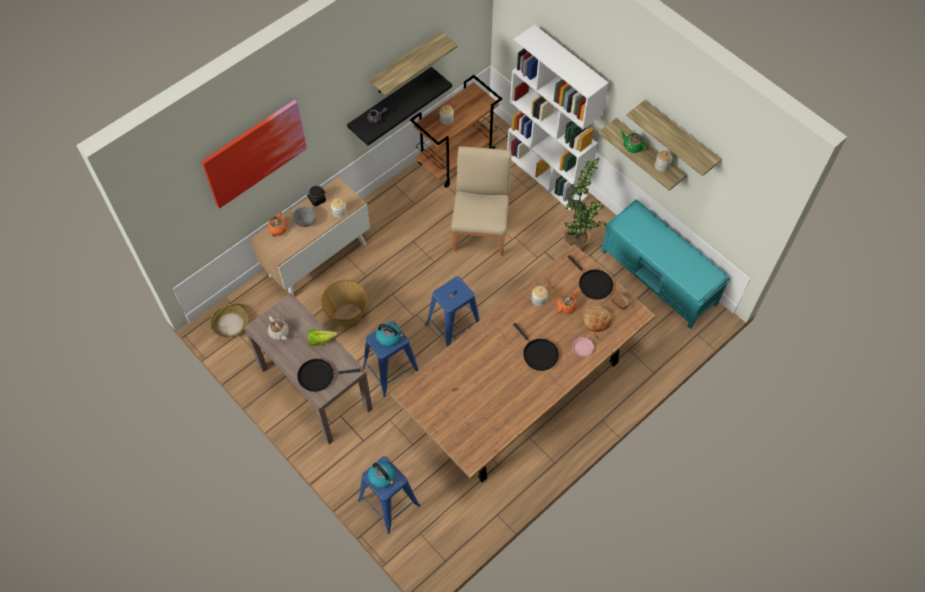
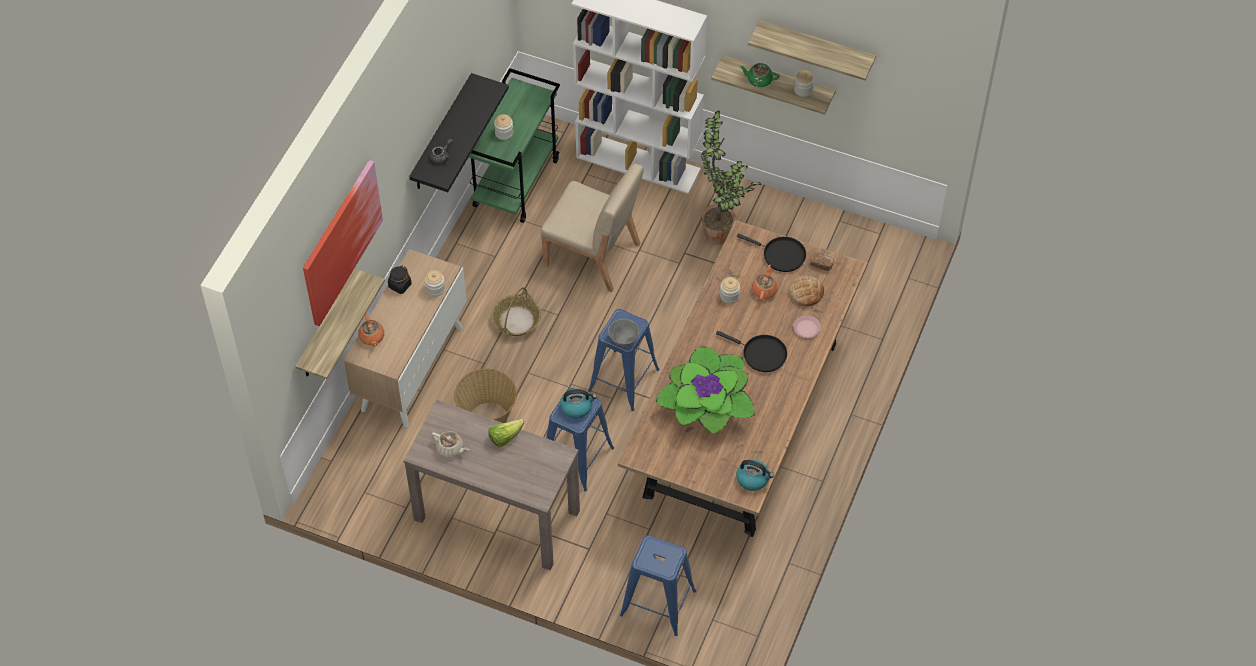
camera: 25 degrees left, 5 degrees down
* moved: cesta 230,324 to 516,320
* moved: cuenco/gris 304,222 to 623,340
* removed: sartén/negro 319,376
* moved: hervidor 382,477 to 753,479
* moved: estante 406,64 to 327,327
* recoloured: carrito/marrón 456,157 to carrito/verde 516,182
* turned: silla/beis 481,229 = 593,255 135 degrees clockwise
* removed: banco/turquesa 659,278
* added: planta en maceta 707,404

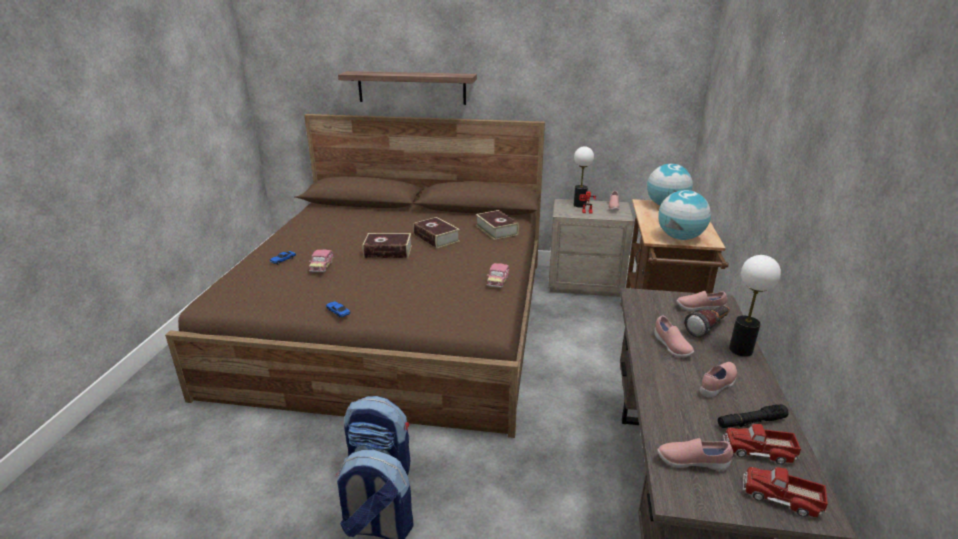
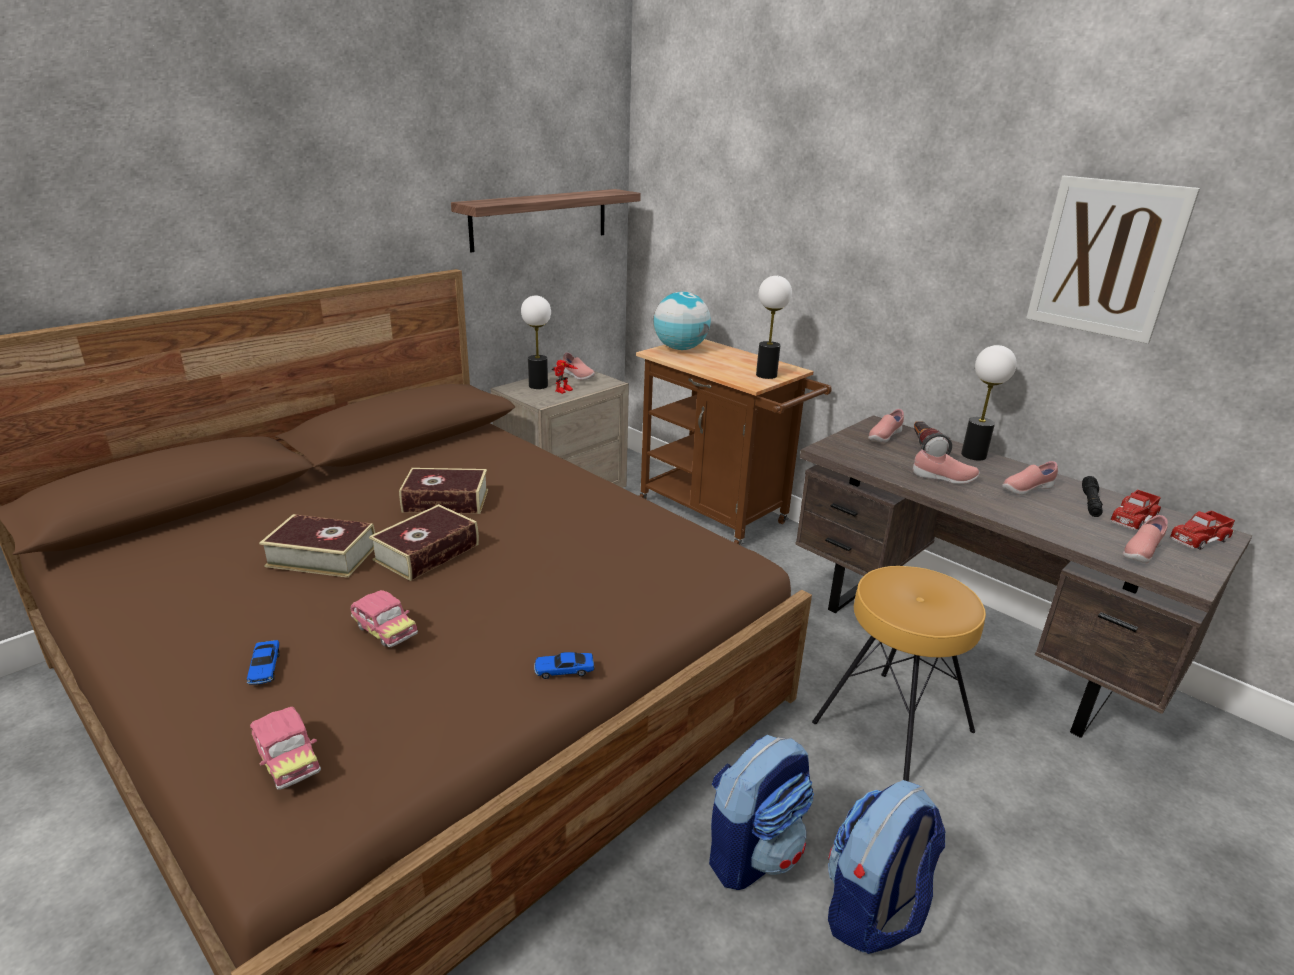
camera: 55 degrees left, 0 degrees up
* moved: estante 411,87 to 540,219
* moved: libro 496,230 to 322,556
* moved: coche de juguete 498,281 to 287,758
* replaced: globo terráqueo 680,237 to lámpara de mesa 766,375
* turned: zapato/rosa 718,385 = 1026,489 105 degrees counterclockwise
* added: taburete/marrón 892,726
* added: cuadro 1106,258

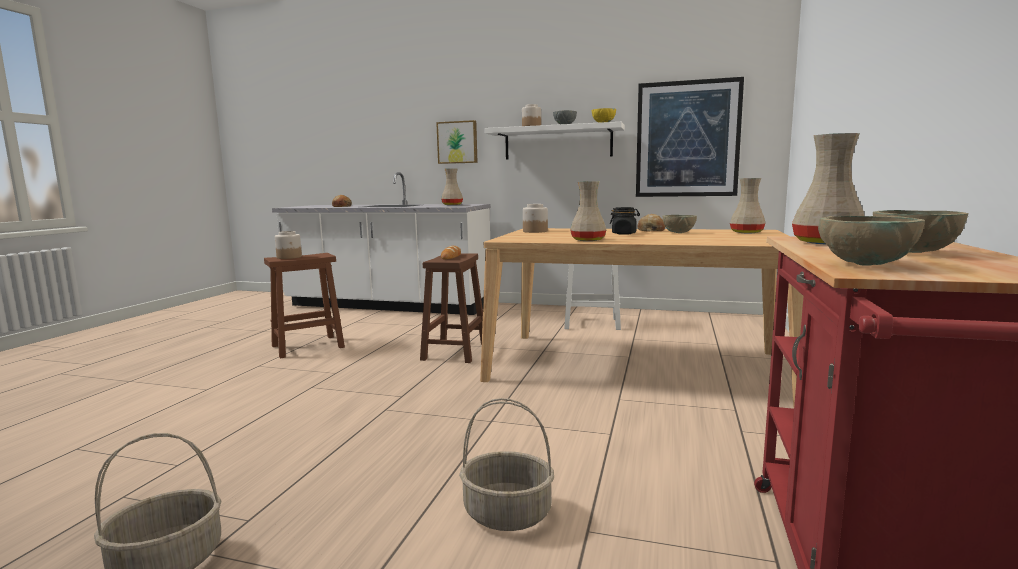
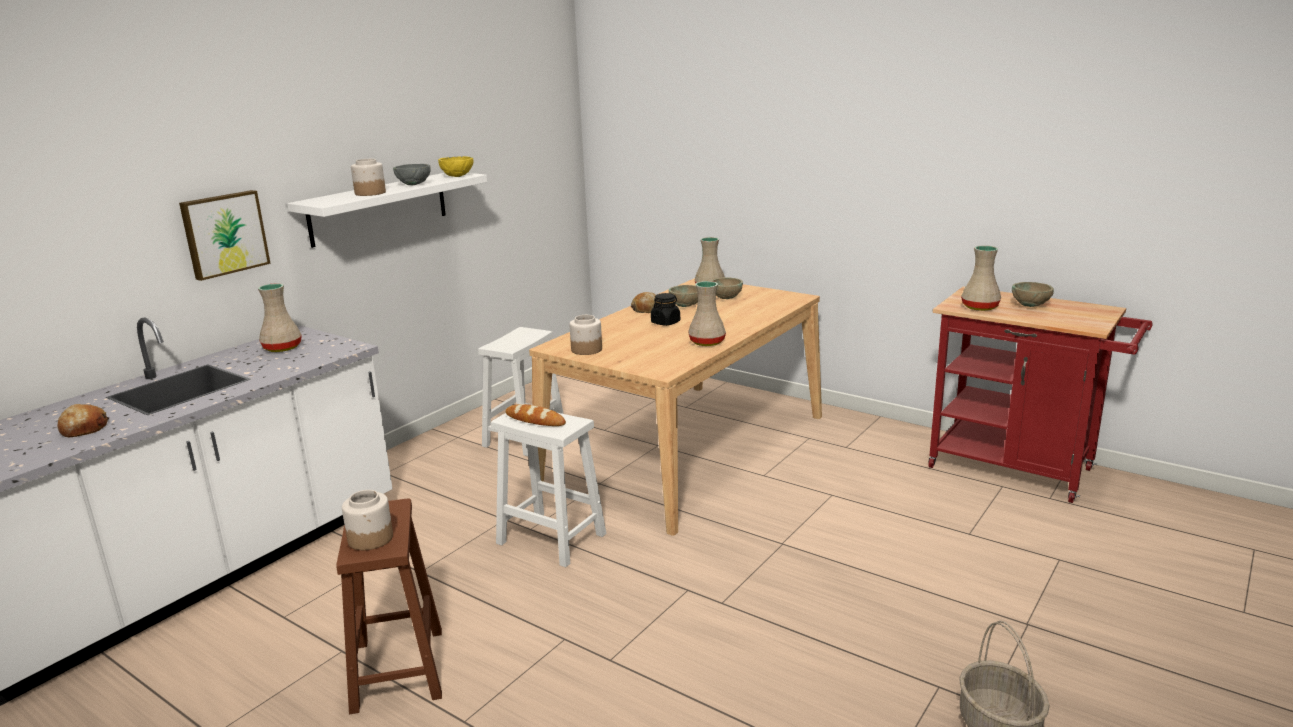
camera: 70 degrees left, 10 degrees up
* recoloured: taburete/marrón 455,351 to taburete/blanco 549,538
* removed: cesta 508,513
* removed: cuadro 687,139
* moved: cuenco/beis 864,264 to 726,298

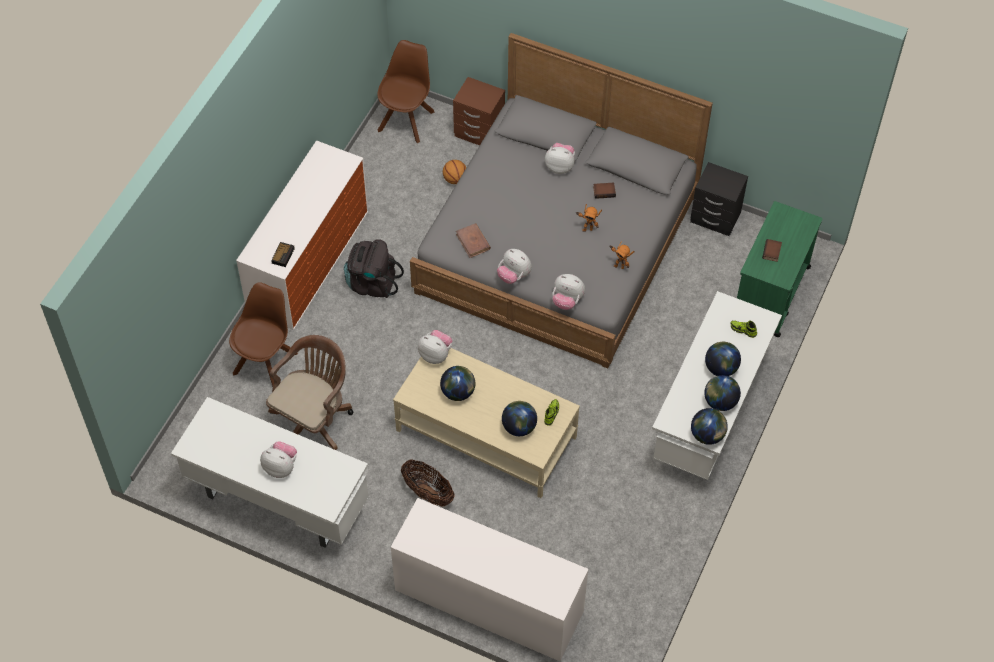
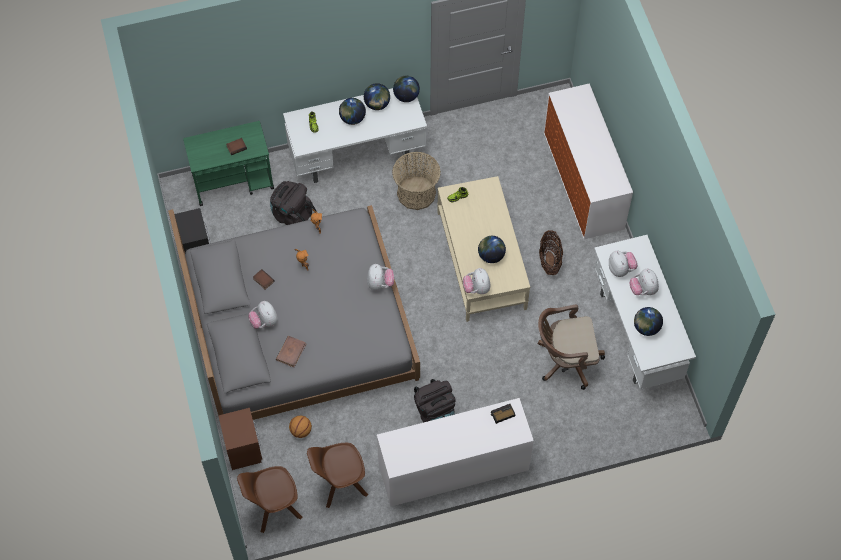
camera: 130 degrees left, 5 degrees up
* moved: silla/marrón 266,362 to 339,483
* moved: libro/marrón 473,242 to 291,352
* moved: globo terráqueo 519,427 to 646,327
* moved: peluche 567,300 to 621,269
* added: mochila/negro 292,215
* added: cesta 416,193

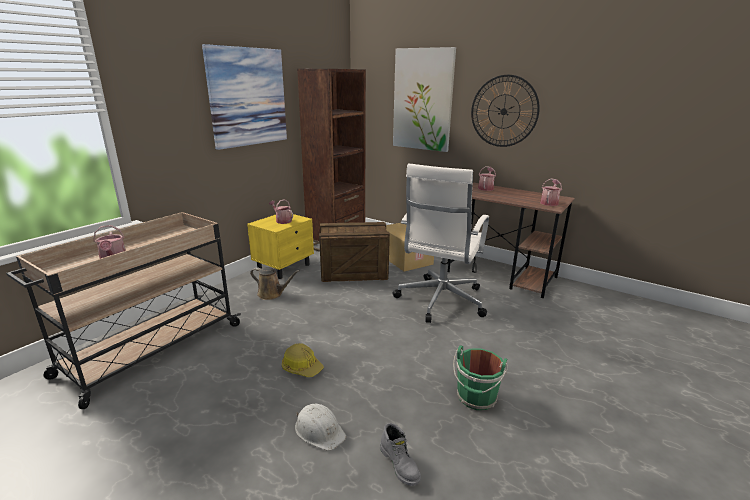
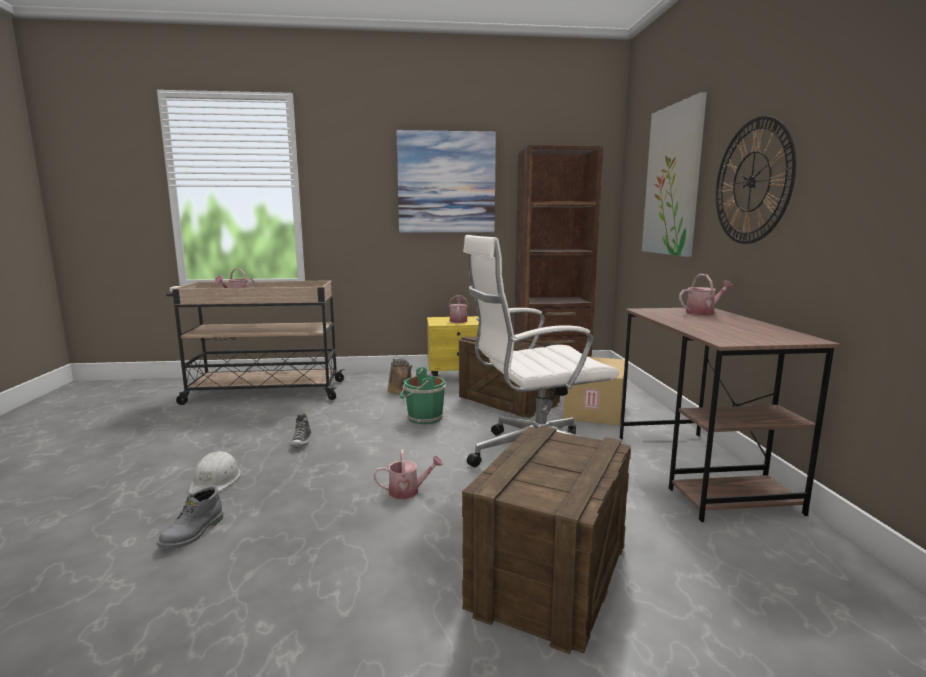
camera: 50 degrees right, 10 degrees down
* replaced: casco 302,367 to zapato 301,442
* moved: cubo/verde 476,398 to 423,418
* moved: regadera 549,202 to 408,491
* added: caja de embalaje 550,576

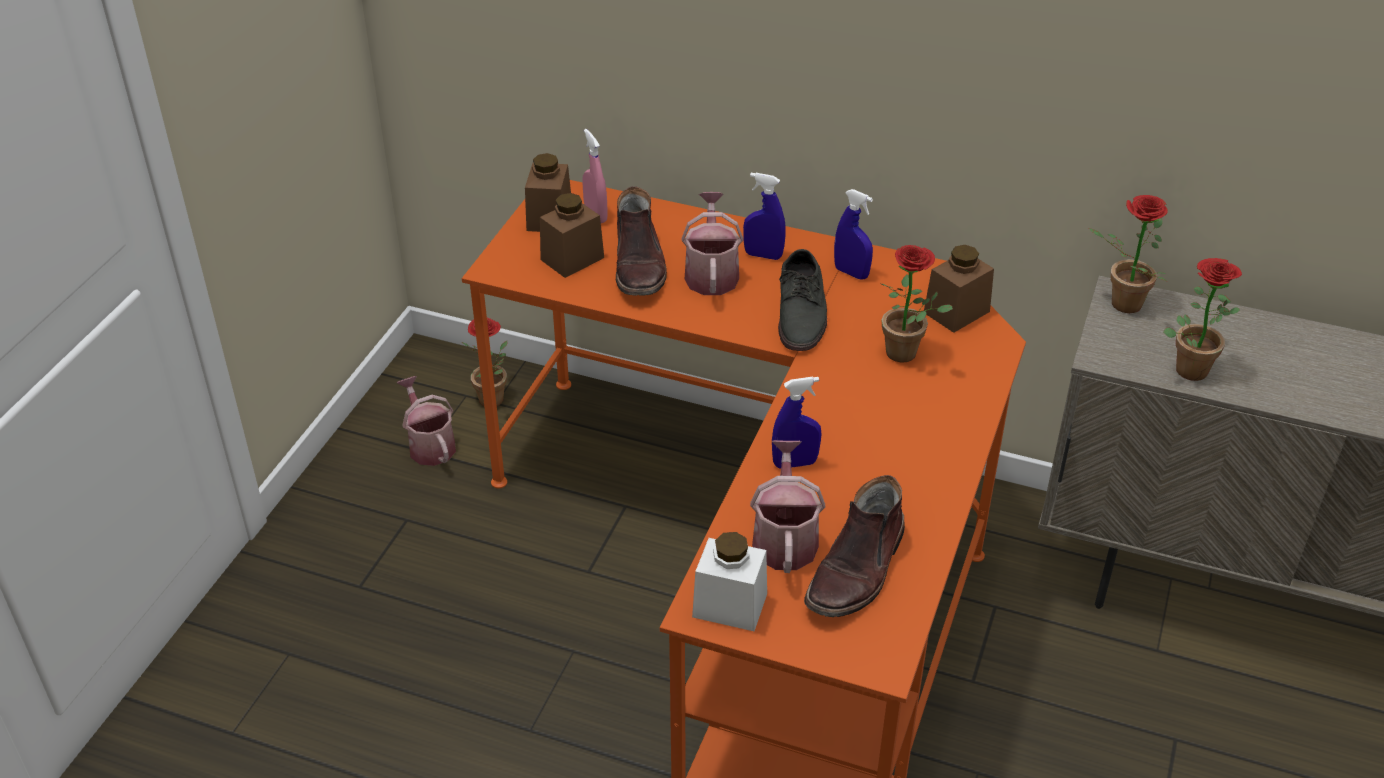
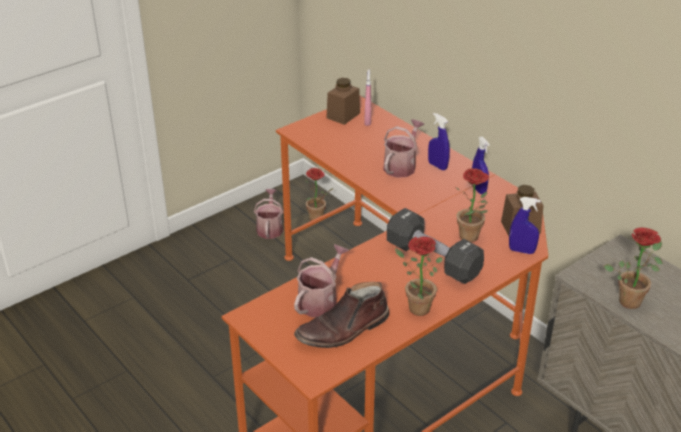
camera: 30 degrees right, 5 degrees down
* removed: tarro/marrón 572,258
* removed: bota/marrón 639,265
* removed: tarro/blanco 730,605
* moved: pulverizador/azul 795,463 to 521,251
* removed: zapato/gris 802,313
* moved: planta en maceta 1119,304 to 414,307
* added: mancuerna/negro 433,260

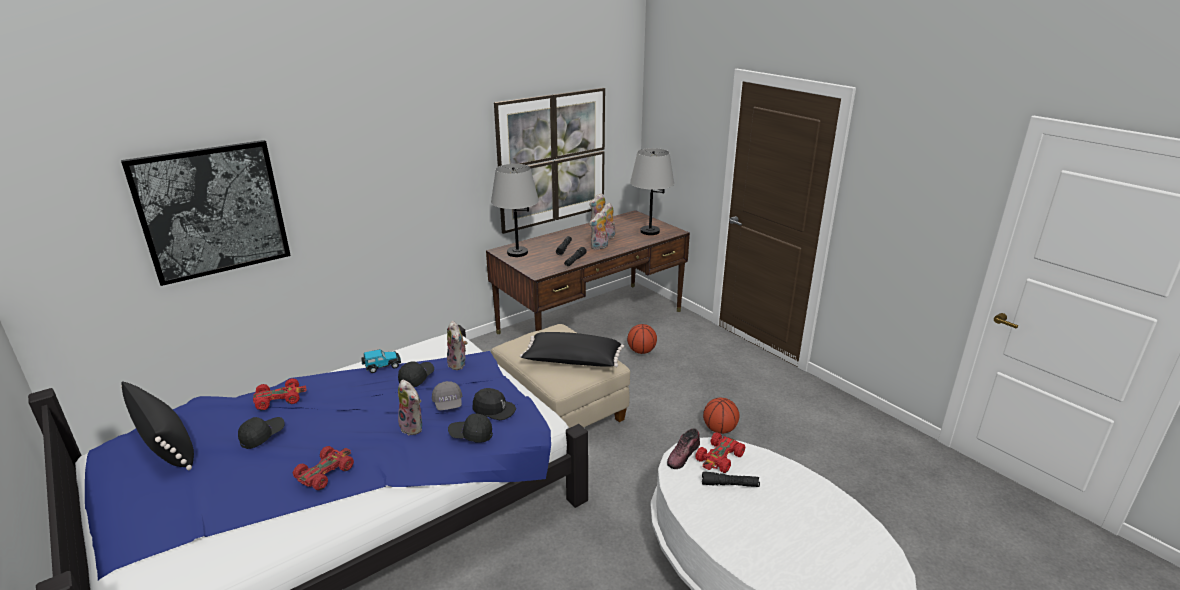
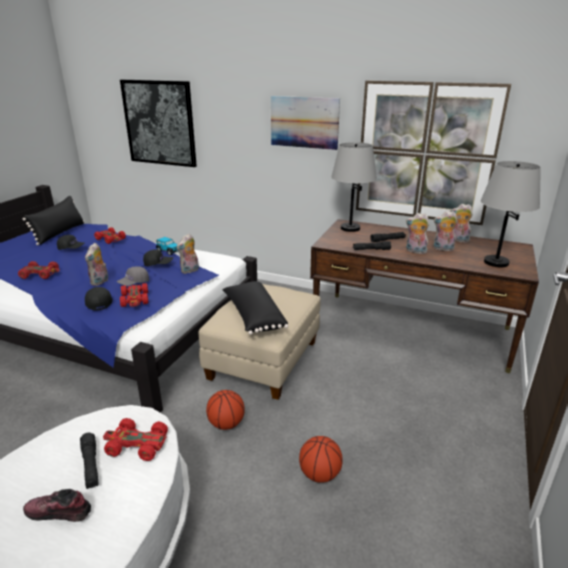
camera: 60 degrees right, 0 degrees up
* replaced: gorra/negro 494,409 to coche de juguete/rojo 135,299
* moved: balón de baloncesto 641,351 to 226,424
* moved: zapato 683,455 to 59,512
* added: cuadro 304,122

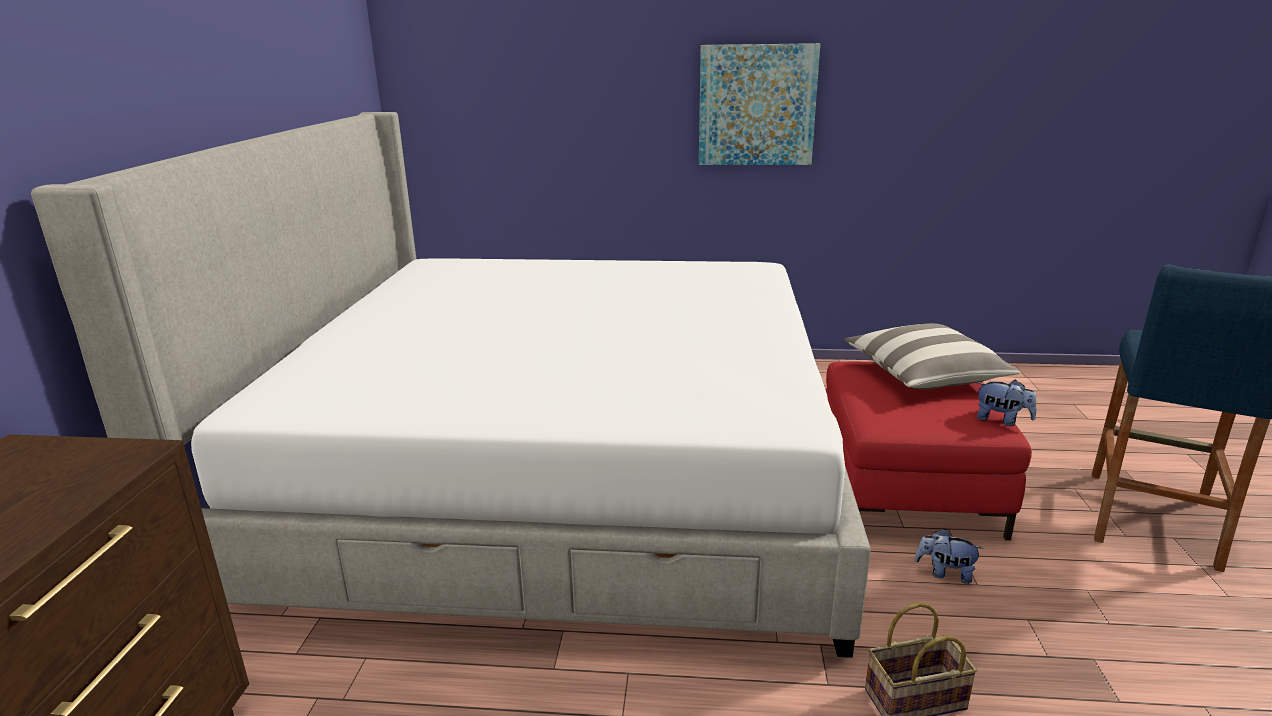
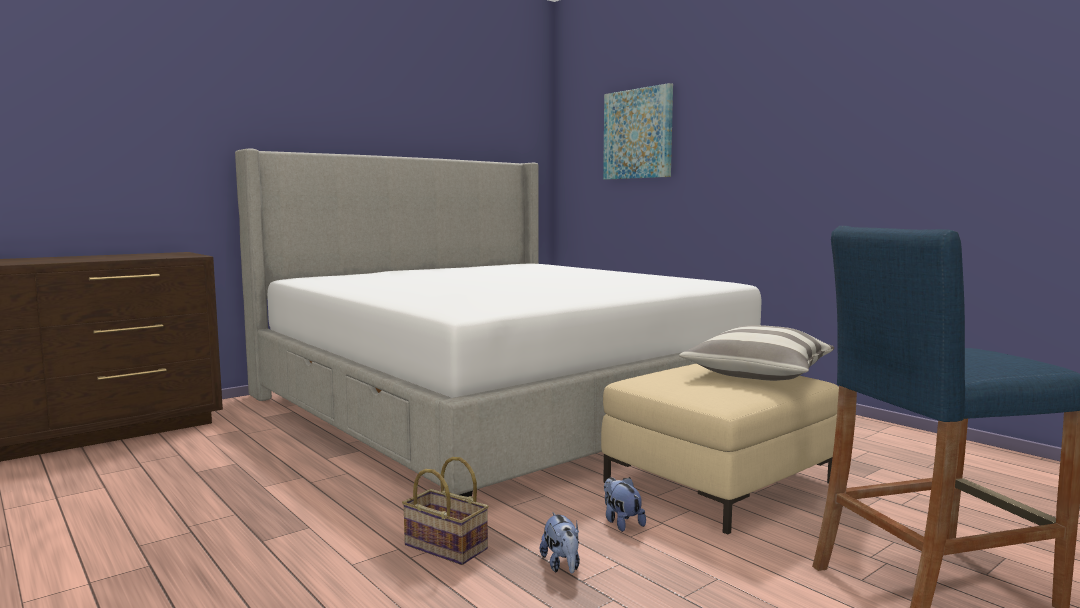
camera: 45 degrees right, 15 degrees down
* moved: cuadro 756,105 to 638,134
* recoloured: puf/rojo 906,485 to puf/beis 719,482
* moved: peluche 1001,420 to 562,565

